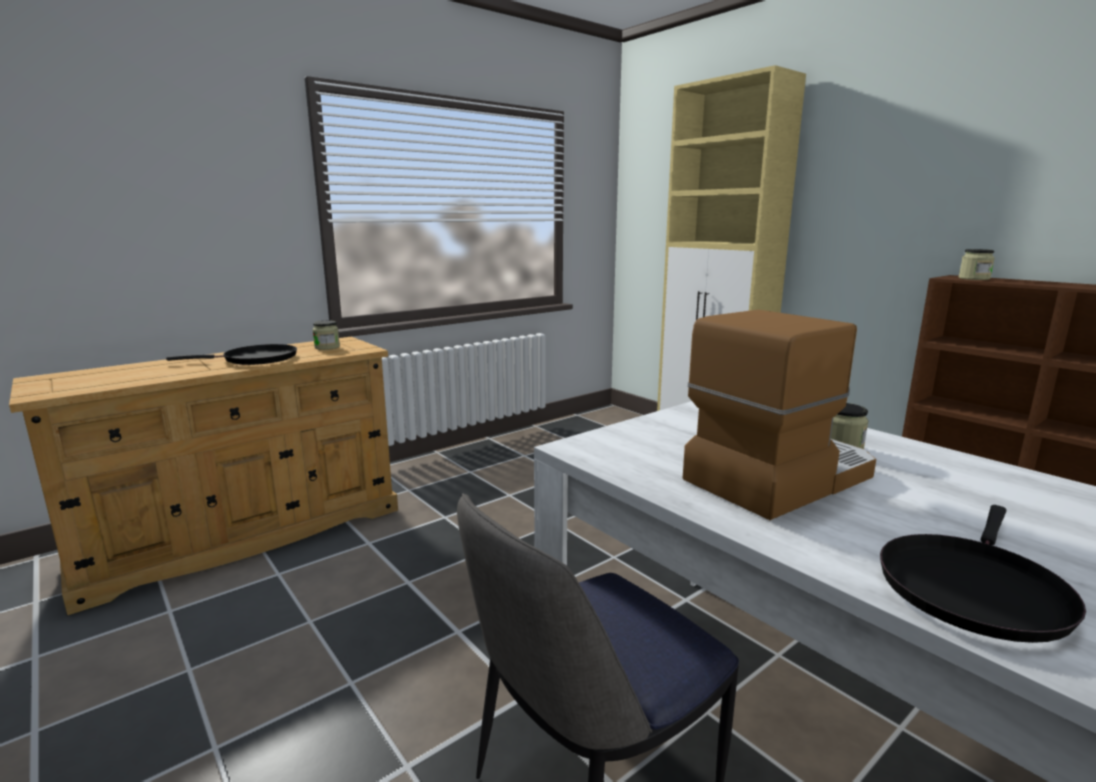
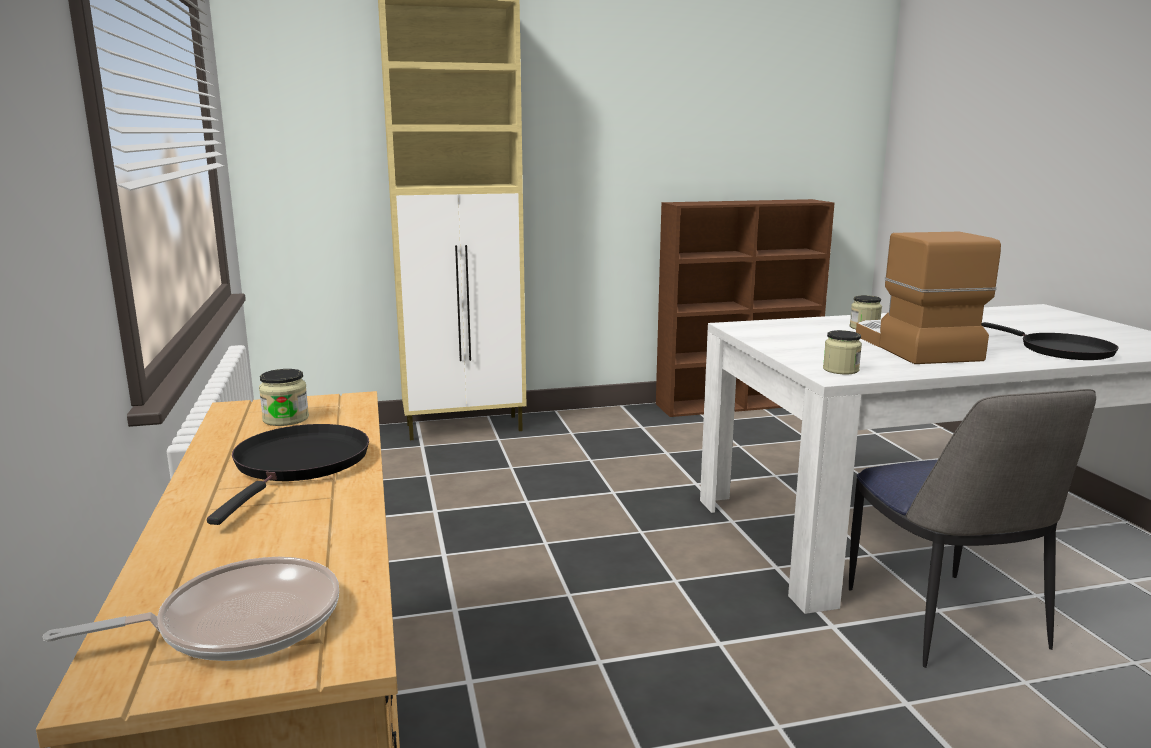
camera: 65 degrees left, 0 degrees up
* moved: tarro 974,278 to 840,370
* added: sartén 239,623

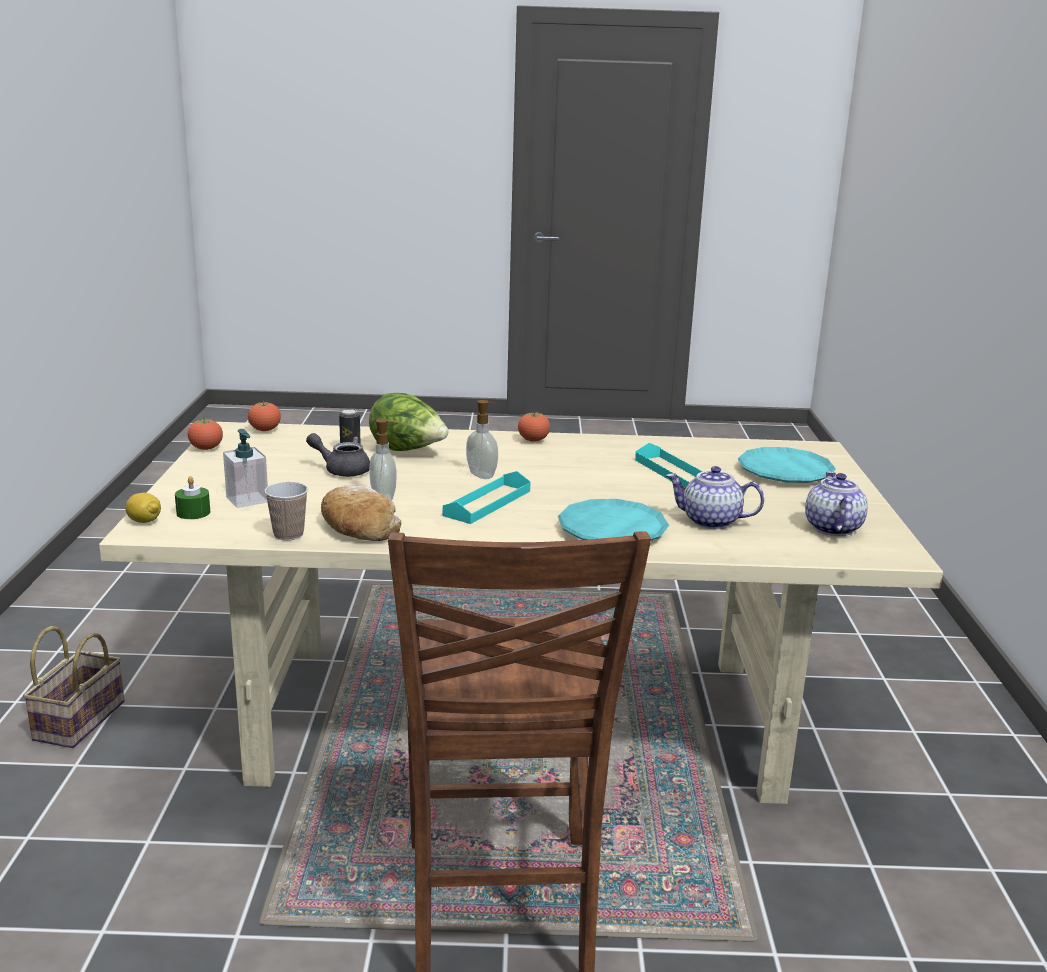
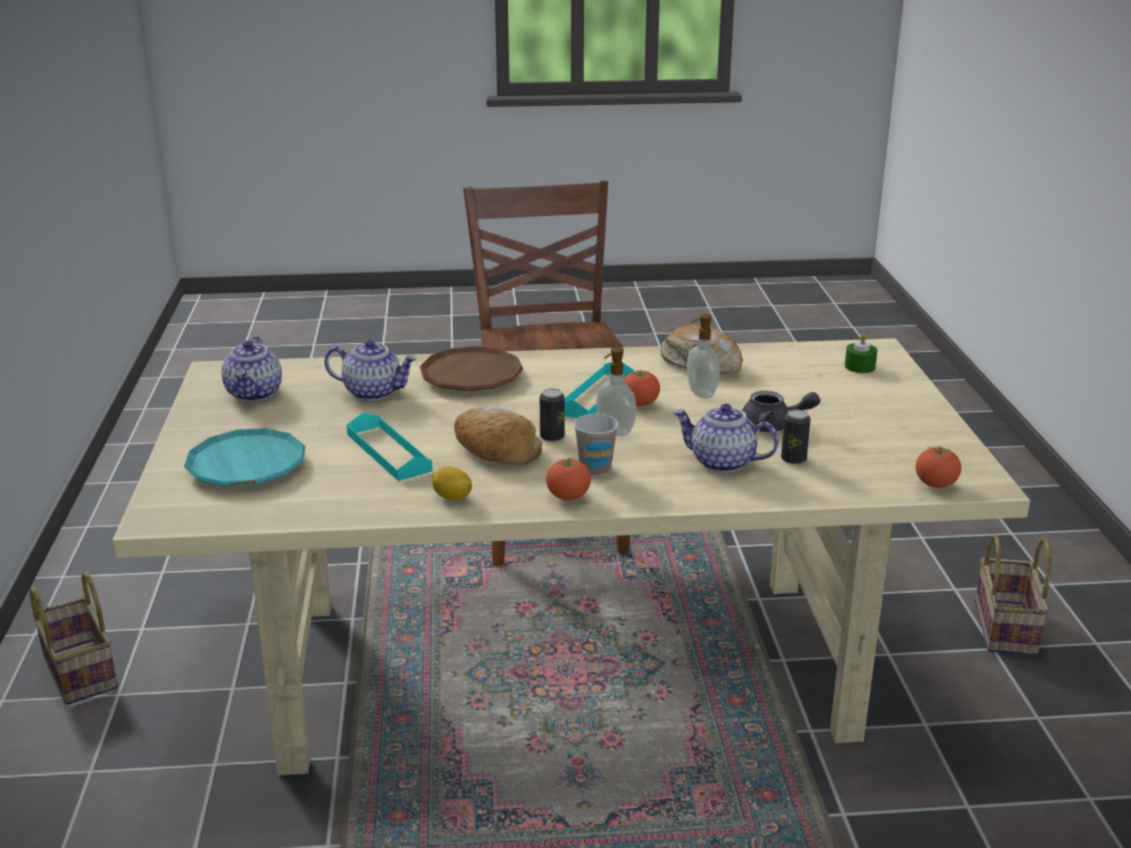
camera: 175 degrees right, 5 degrees up
* moved: limón 144,521 to 452,497
* moved: tomate 206,449 to 640,404
* removed: dispensador de jabón 247,500
* moved: taza 288,535 to 595,469
* replaced: lechuga 408,451 to tetera 721,462
* recoloured: plato/turquesa 612,530 to plato/marrón 471,376
* added: cesta 77,672
* added: pan 495,450
* added: lata 552,437

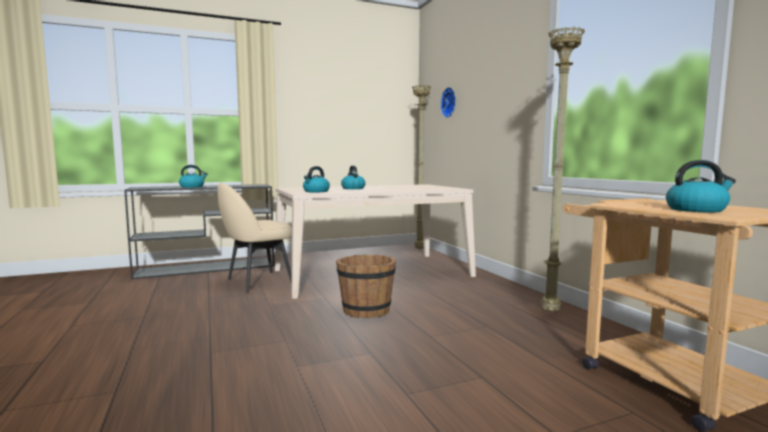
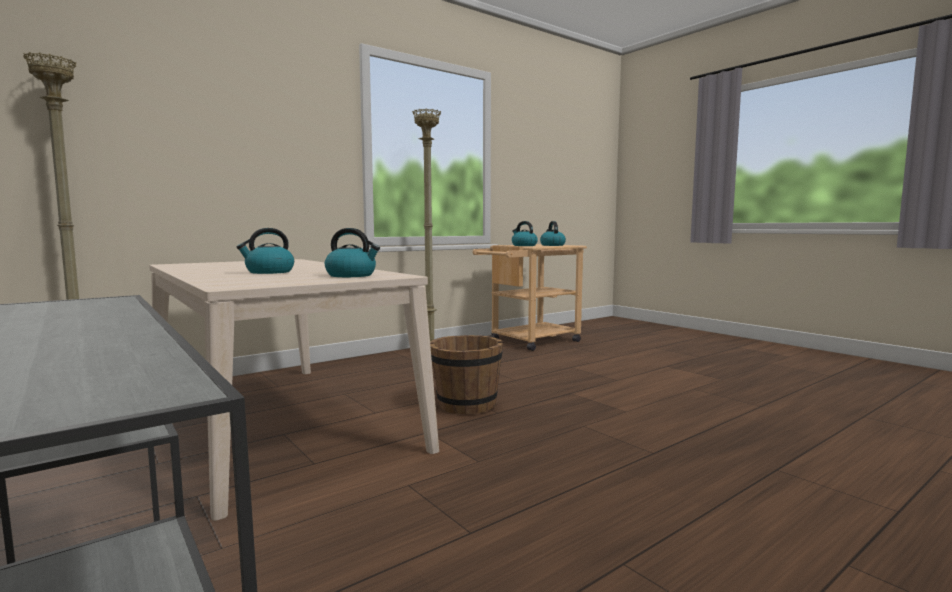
camera: 105 degrees left, 0 degrees up
* moved: hervidor 192,187 to 523,245
* removed: silla/beis 257,282
* removed: reloj de pared 450,102

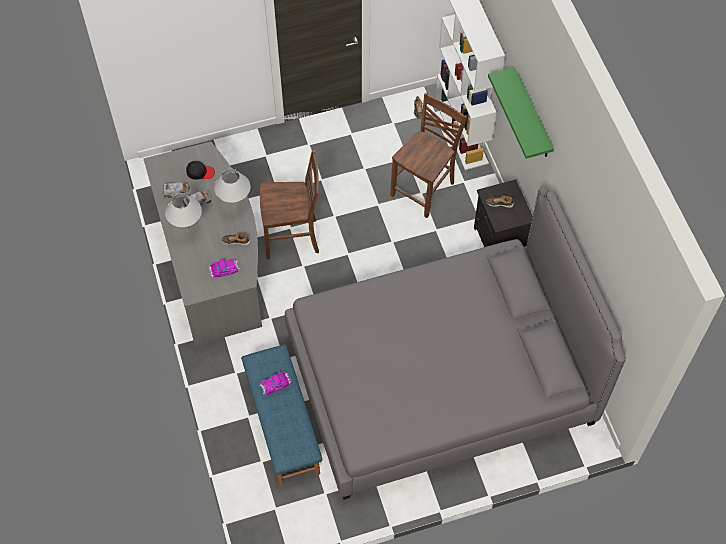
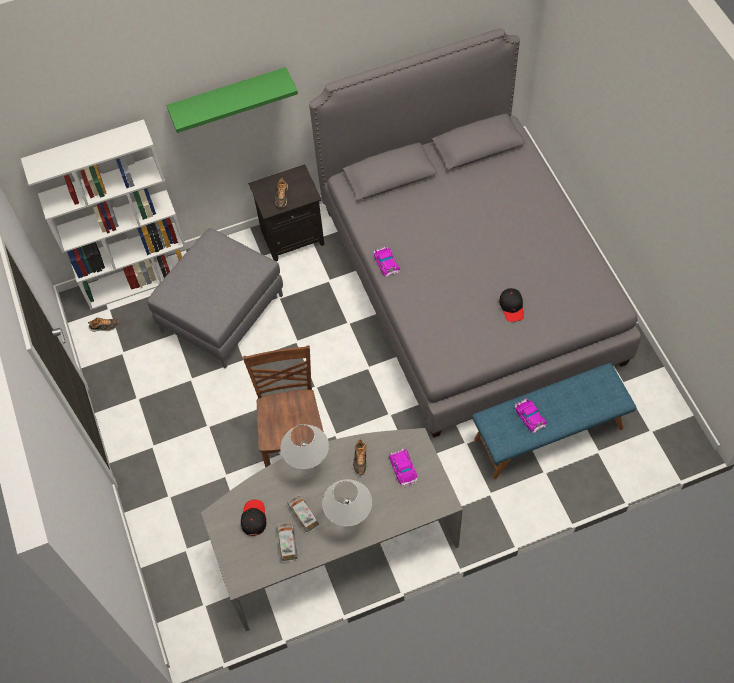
camera: 90 degrees left, 0 degrees up
* replaced: silla/marrón 424,189 to puf/gris 222,313
* added: coche de juguete 386,262
* added: gorra/negro 512,307

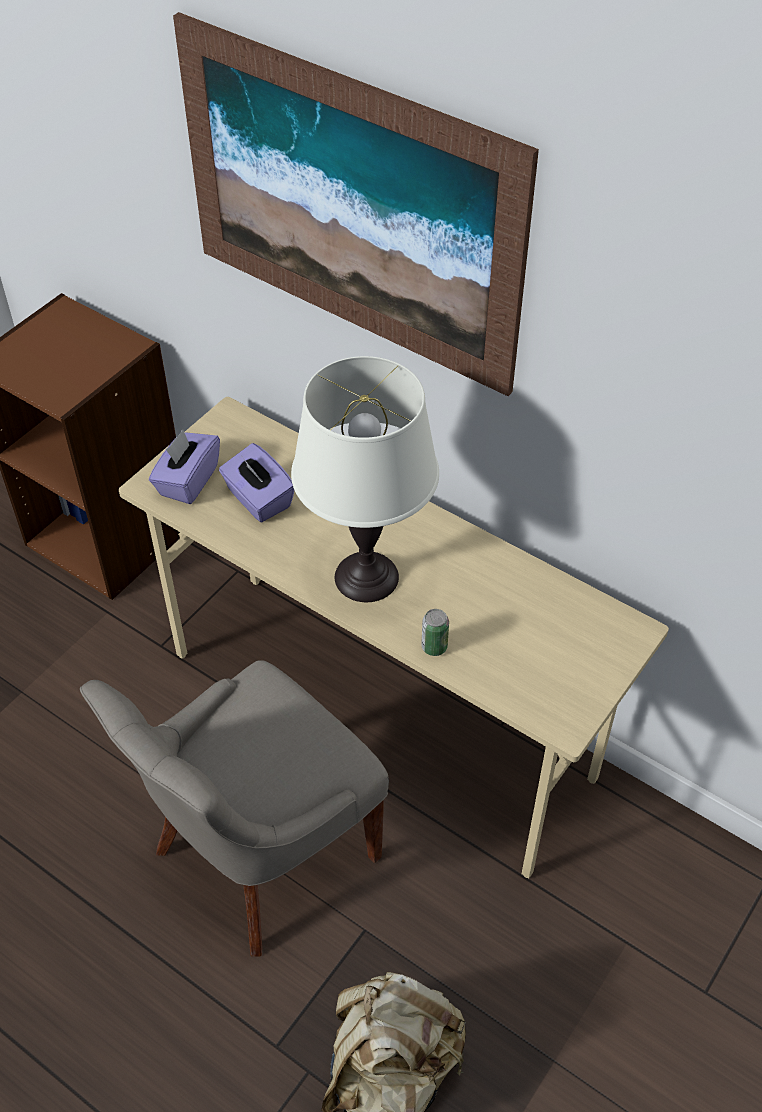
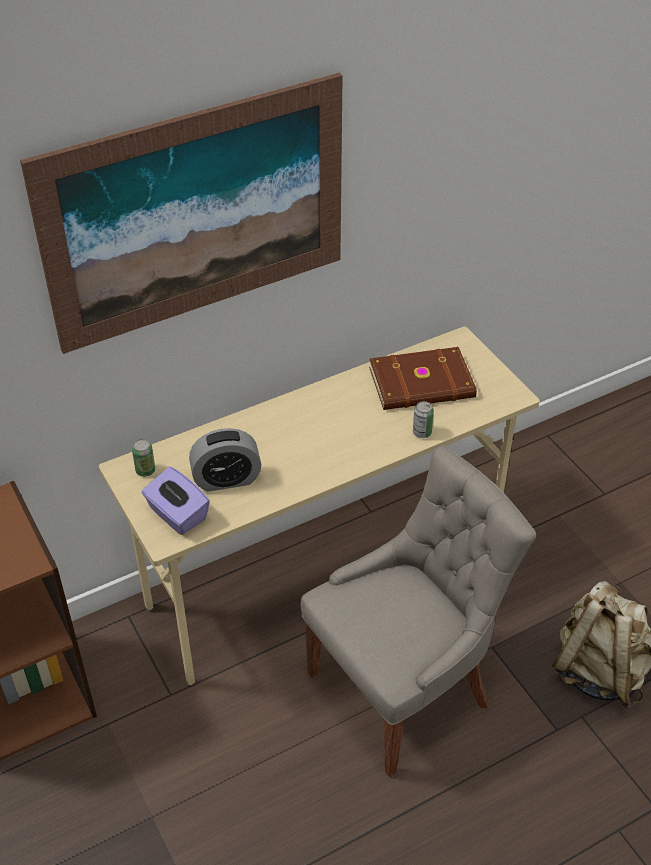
camera: 65 degrees left, 5 degrees down
* turned: silla/gris 260,855 = 403,689 105 degrees counterclockwise
* replaced: caja de pañuelos/morado 258,499 to despertador 226,479
* removed: lámpara de mesa/blanco 366,577
* added: lata 145,471
* added: libro/marrón 422,384

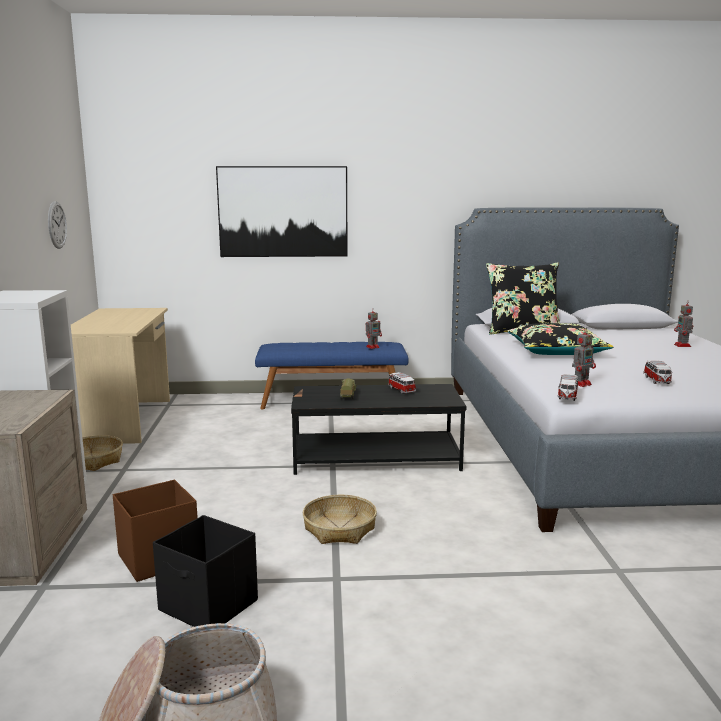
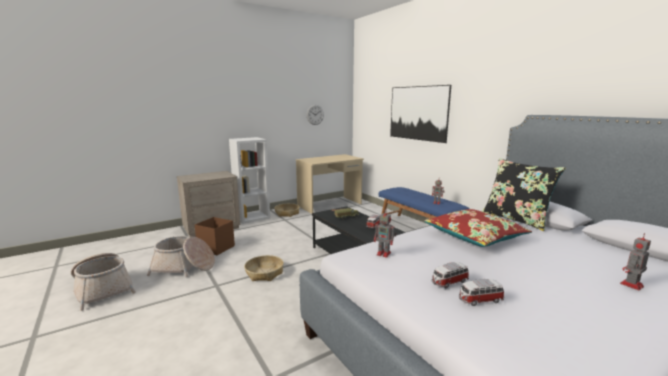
camera: 60 degrees right, 0 degrees up
* replaced: caja de almacenaje/negro 209,606 to cesta 184,267
* recoloured: cojín/negro 556,351 to cojín/rojo 474,236
* moved: coche de juguete 567,396 to 479,300

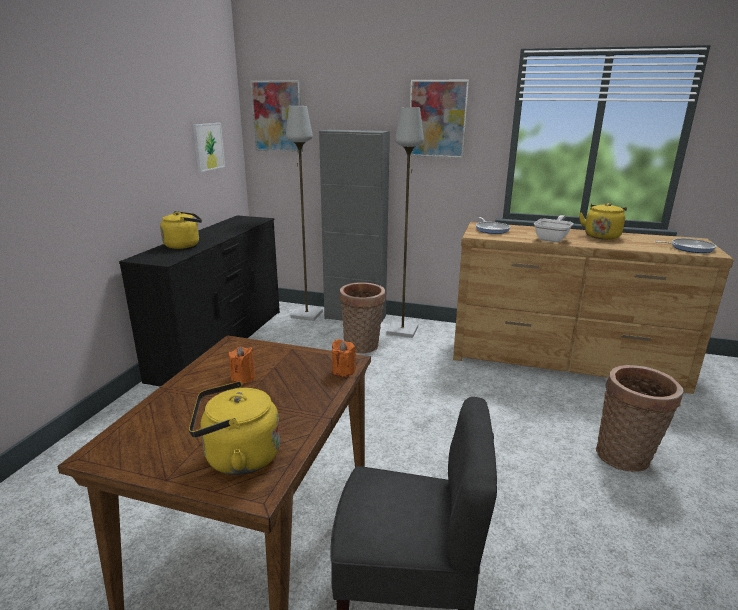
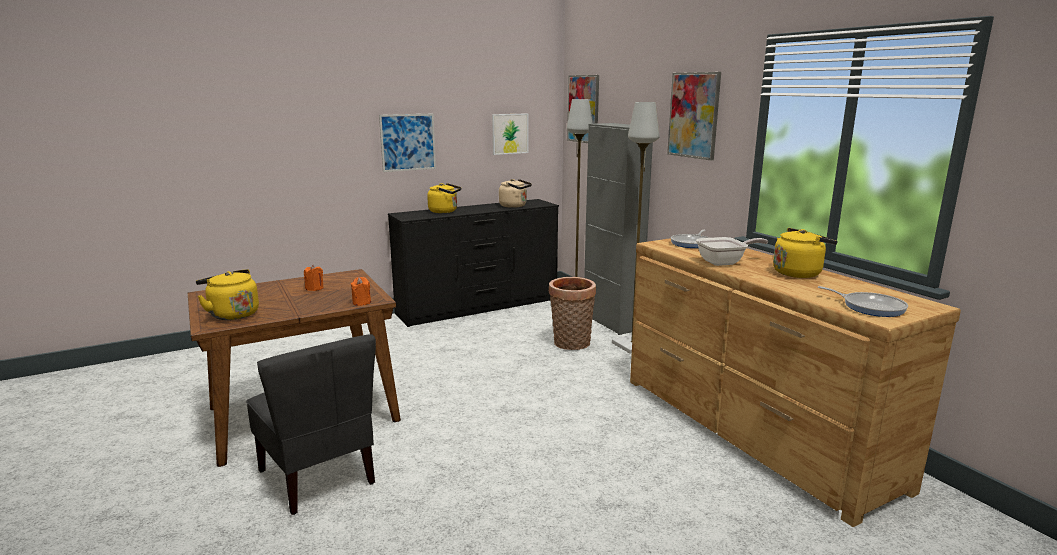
camera: 45 degrees right, 5 degrees down
* removed: cesta 626,457
* added: cuadro 408,142
* added: hervidor/beis 515,206

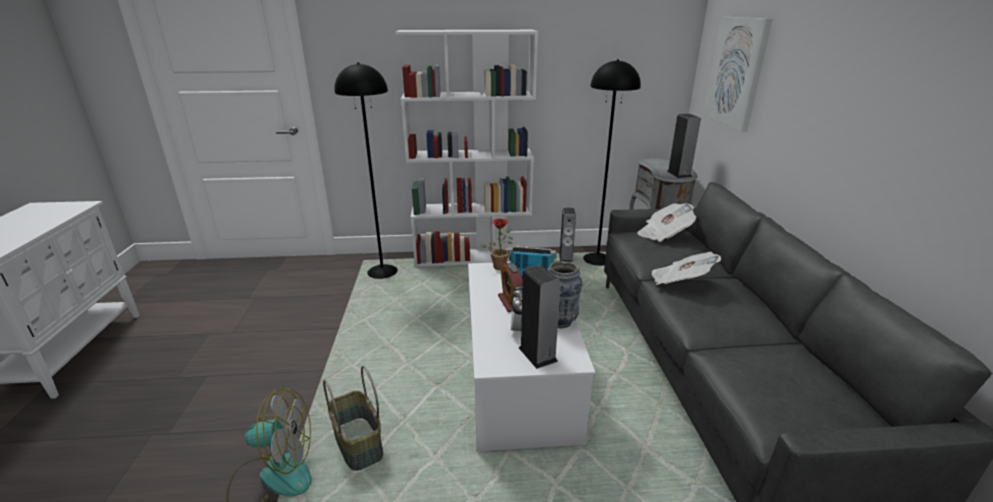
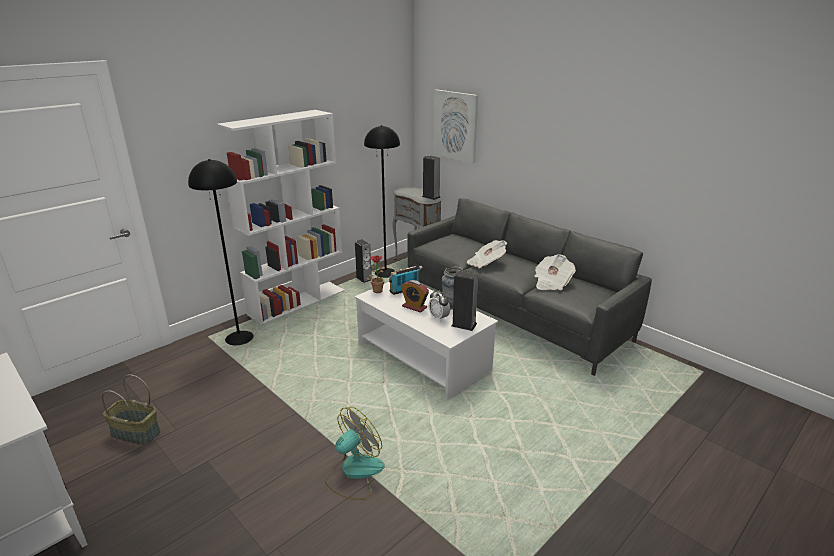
camera: 40 degrees left, 0 degrees up
* moved: cesta 357,444 to 135,433
* moved: periódico 663,234 to 551,283

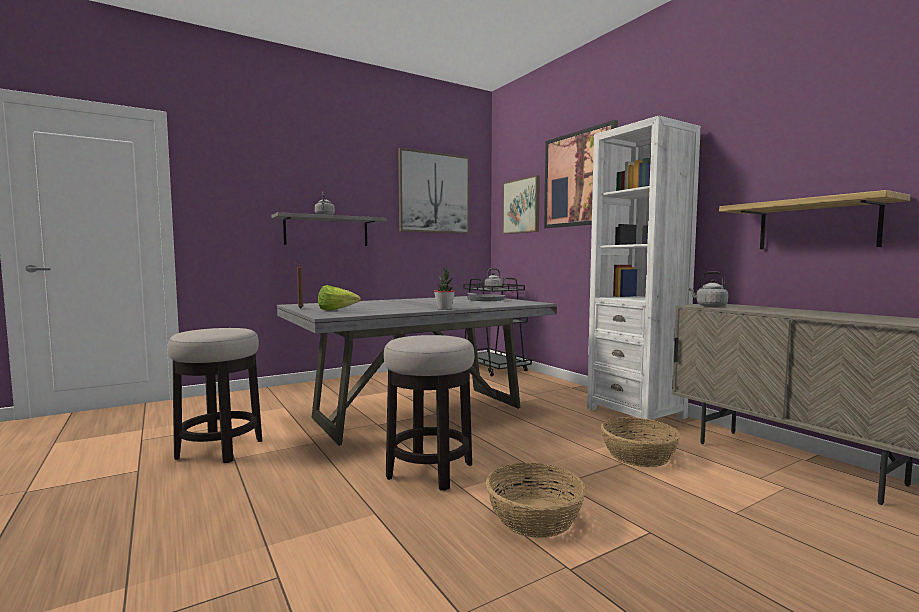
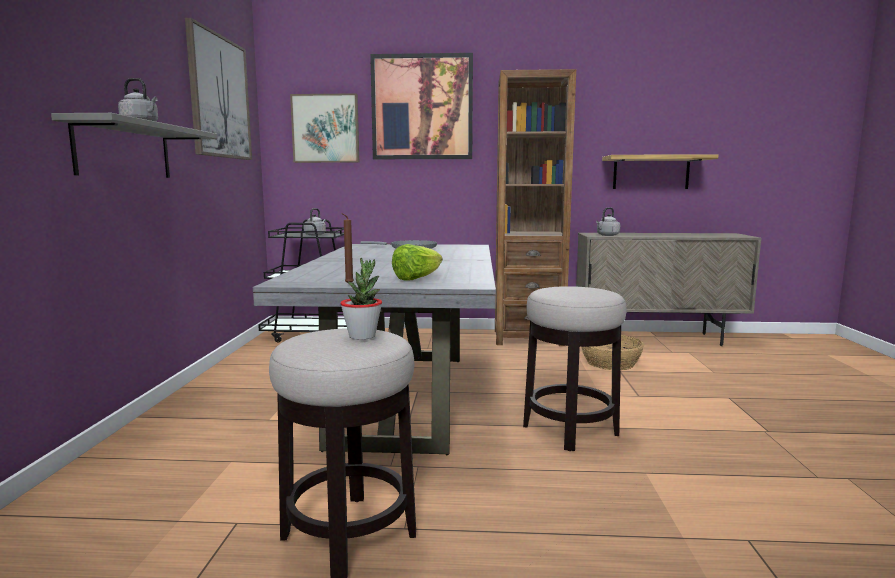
camera: 55 degrees left, 5 degrees up
* moved: planta en maceta 444,309 to 362,336
* removed: cesta 535,517
* recoloured: estantería/blanco 635,413 to estantería/marrón 528,337

